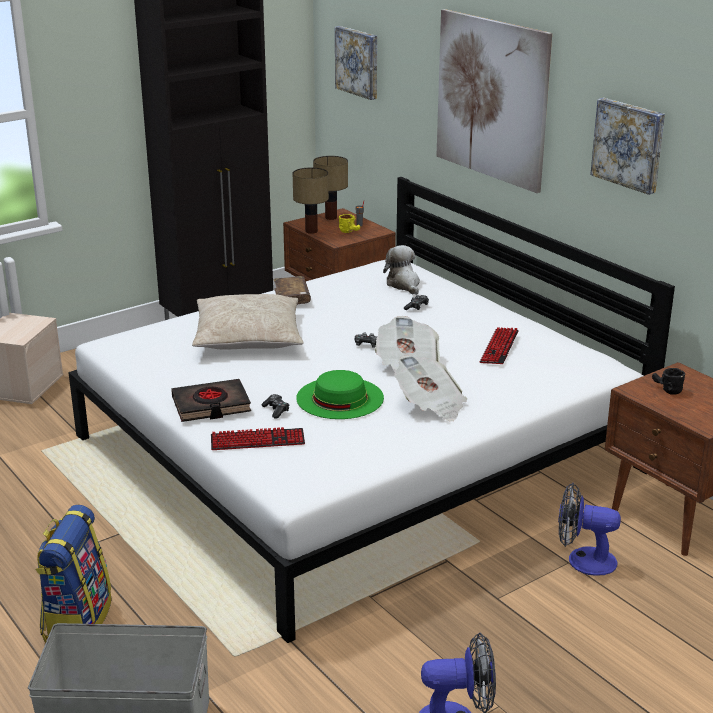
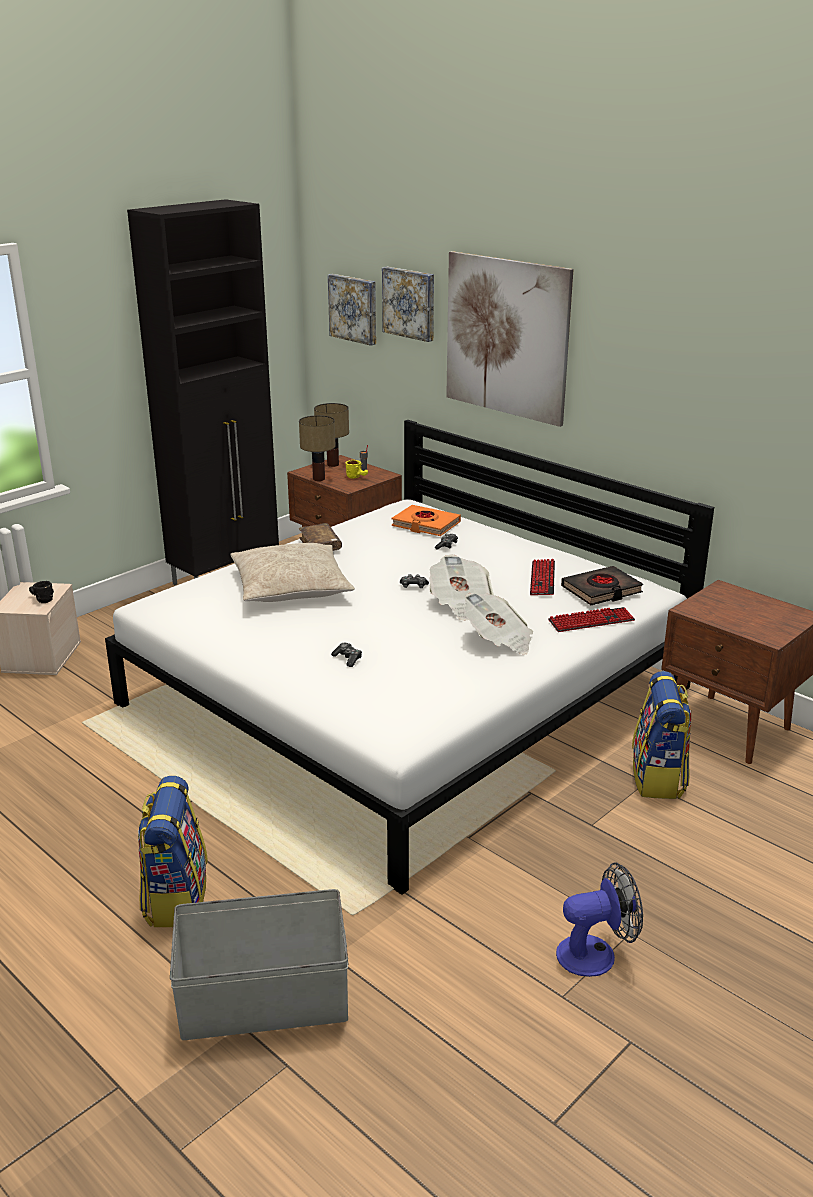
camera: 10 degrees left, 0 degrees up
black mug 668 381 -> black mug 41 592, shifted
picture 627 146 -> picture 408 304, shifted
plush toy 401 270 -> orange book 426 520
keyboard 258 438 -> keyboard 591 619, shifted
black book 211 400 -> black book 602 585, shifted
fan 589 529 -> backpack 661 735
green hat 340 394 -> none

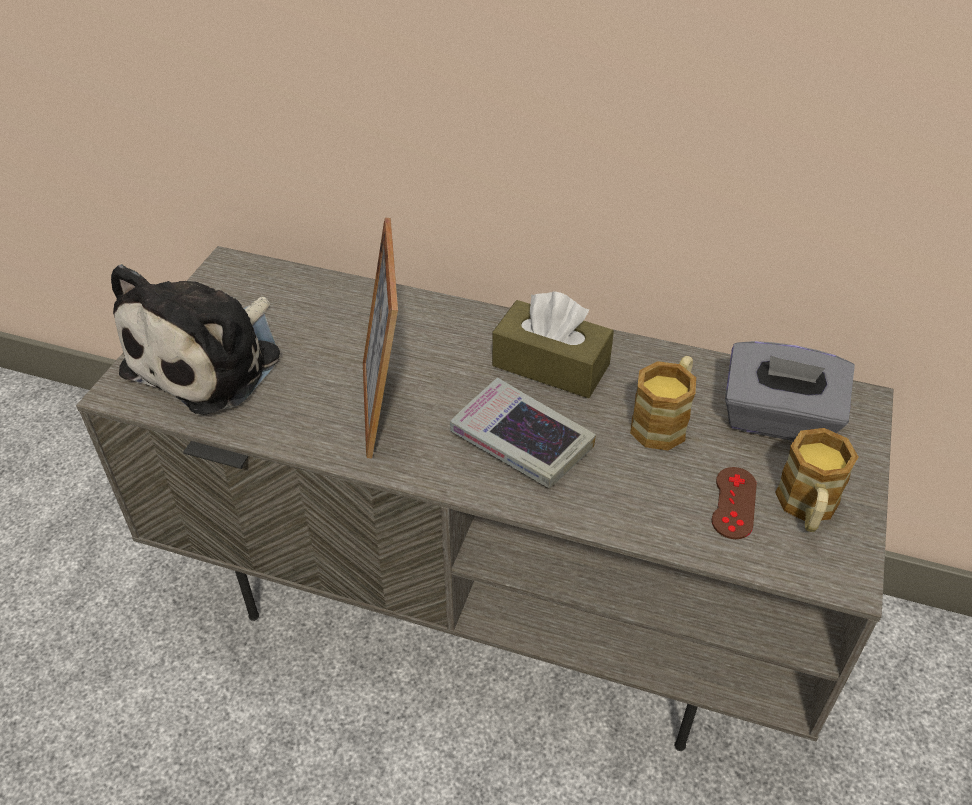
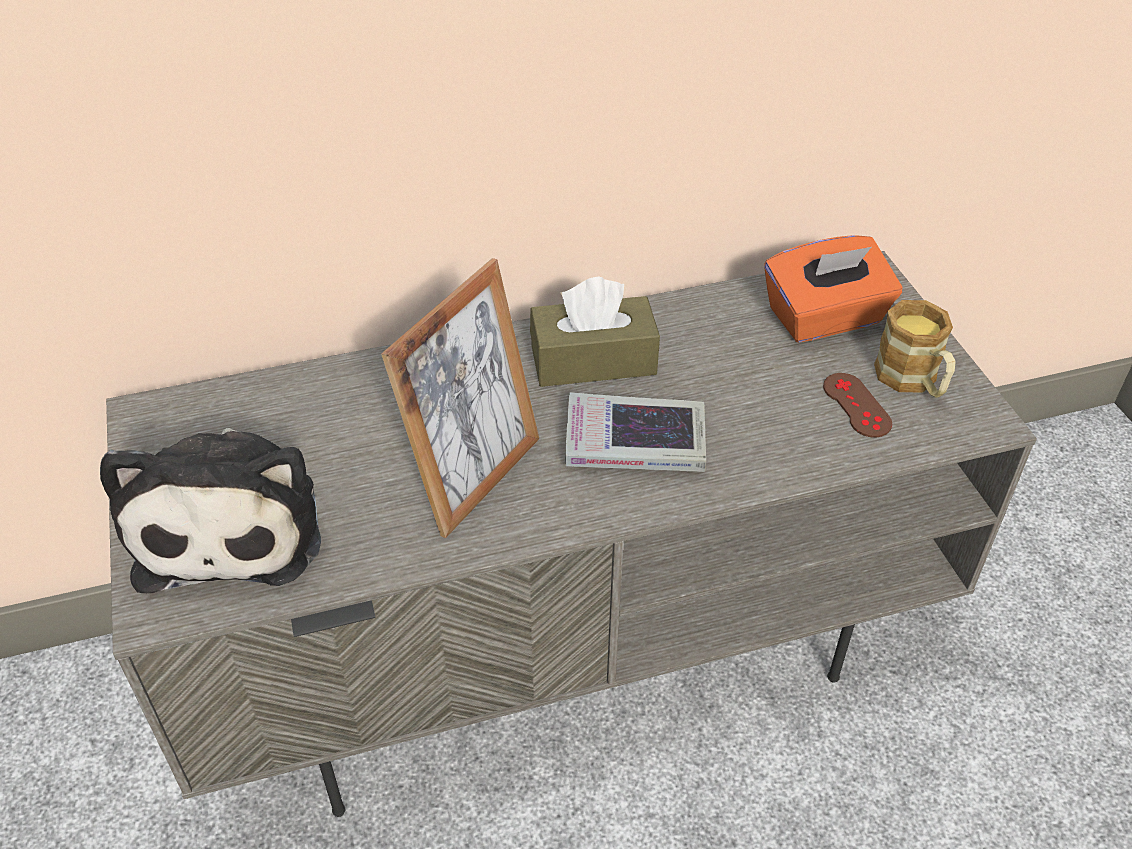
camera: 35 degrees left, 0 degrees up
picture frame 380 337 -> picture frame 460 398, 105 degrees counterclockwise
grey tissue box 790 391 -> orange tissue box 833 288
mug 663 403 -> none

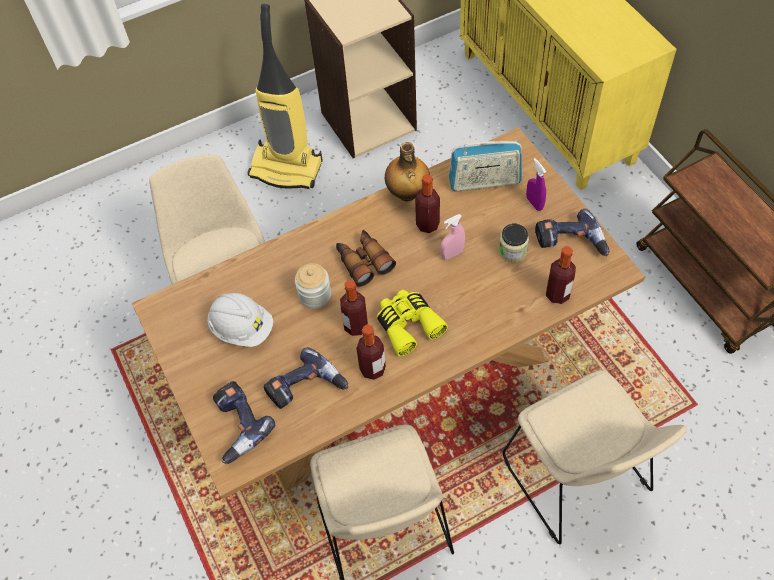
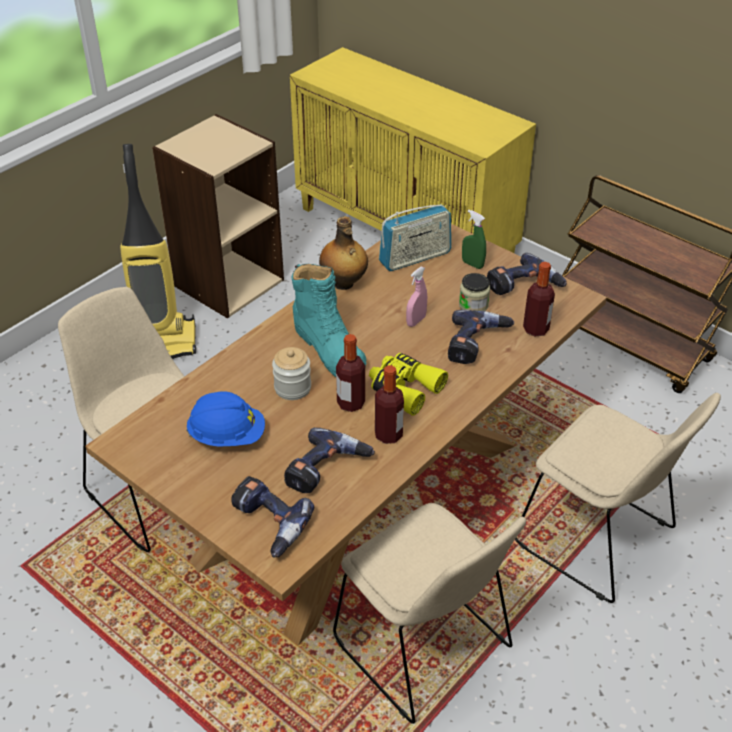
camera: 25 degrees left, 15 degrees down
white hard hat 240 320 -> blue hard hat 225 419
binoculars 366 258 -> turquoise boot 329 320
none -> power drill 481 337
purple spray bottle 536 184 -> green spray bottle 474 239
bottle 427 203 -> none

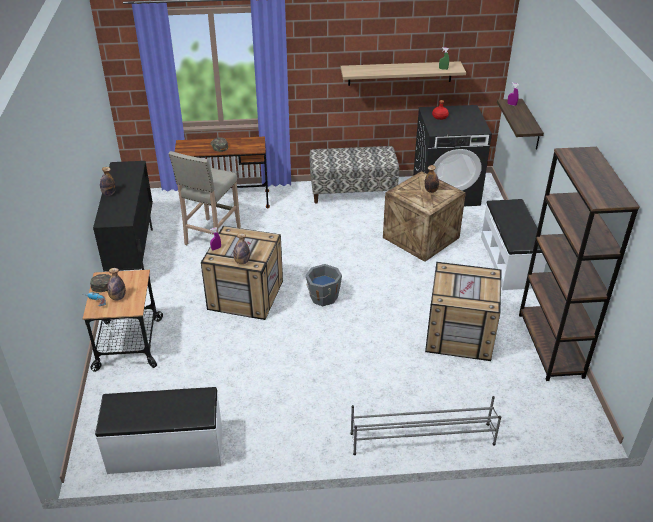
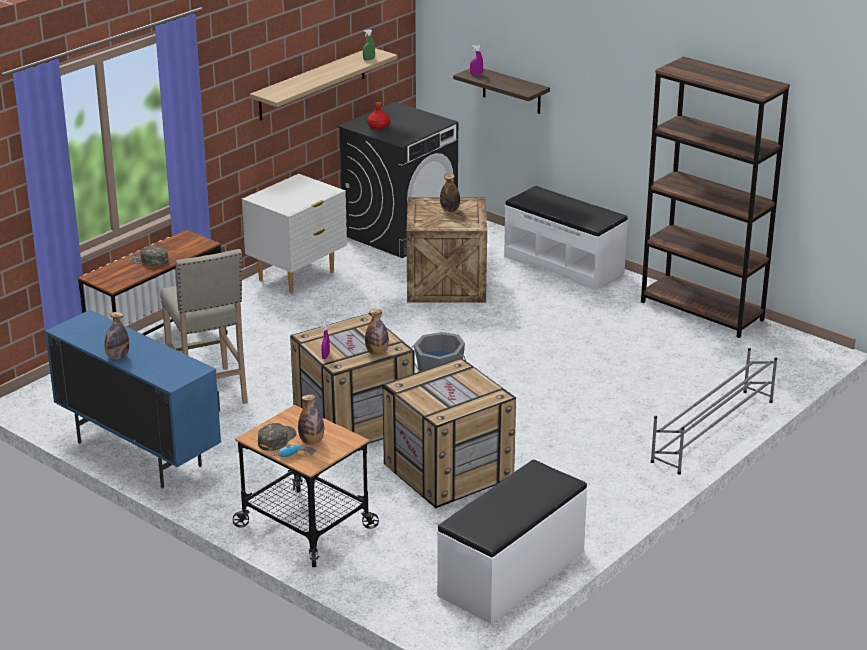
camera: 45 degrees left, 10 degrees down
black cabinet 123 216 -> blue cabinet 133 399
bench 354 175 -> white nightstand 294 234
crate 463 311 -> crate 449 433, shifted

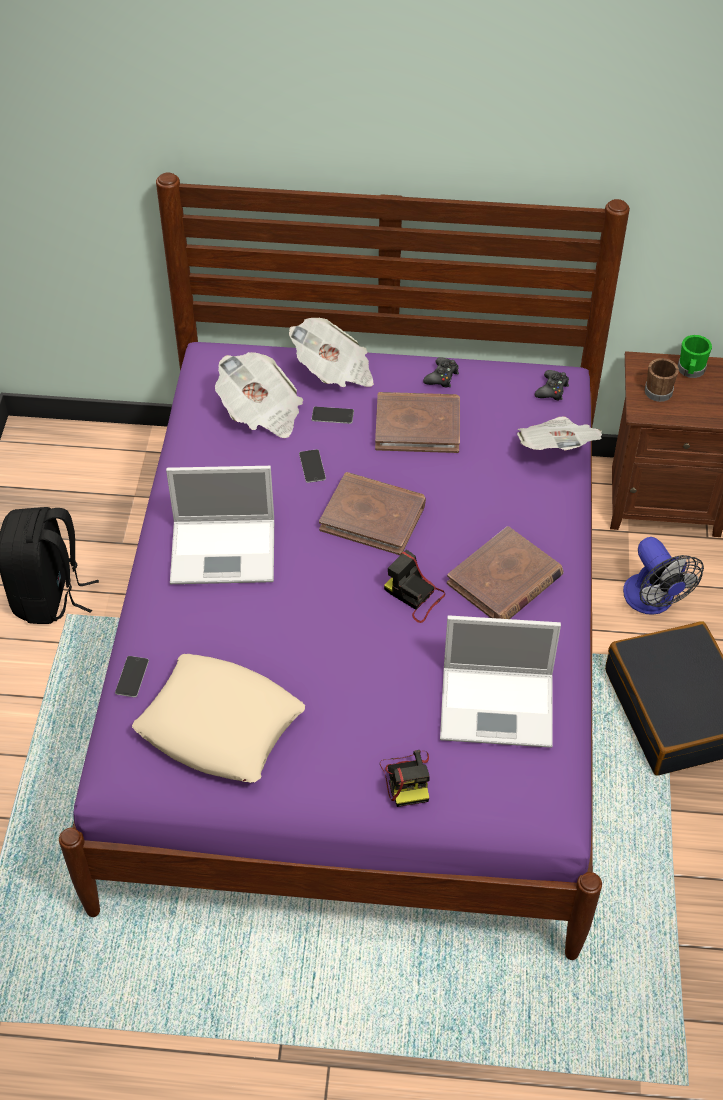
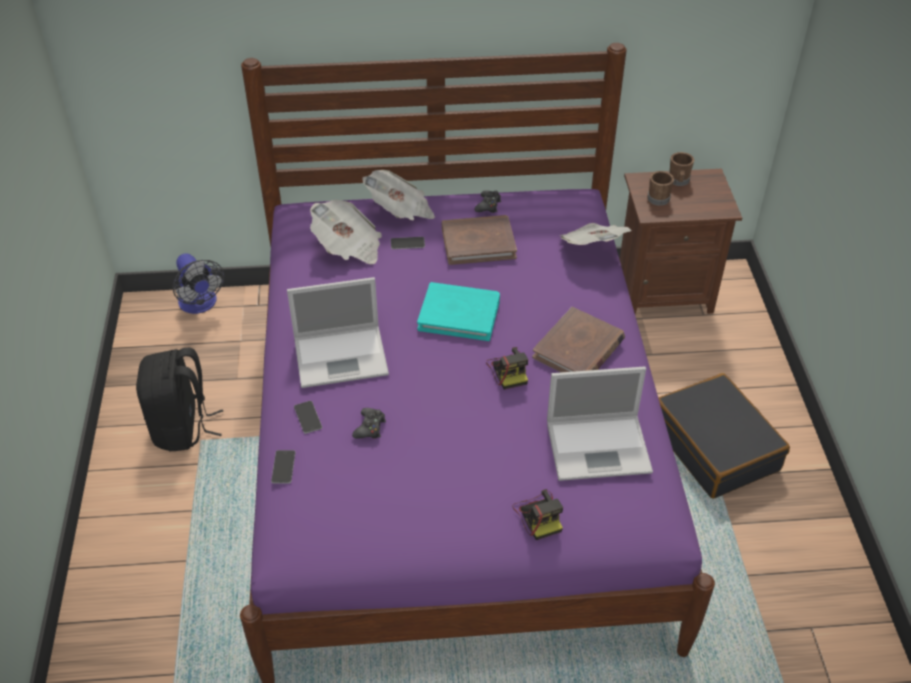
camera: 10 degrees left, 5 degrees down
fan 663 576 -> fan 198 283, shifted
phone 312 466 -> phone 308 417, shifted
black game controller 551 385 -> black game controller 369 423, shifted
brown book 372 513 -> turquoise book 458 311
photo camera 414 586 -> photo camera 507 368, 135 degrees counterclockwise
green mug 695 356 -> brown mug 681 169
beige pillow 218 718 -> none

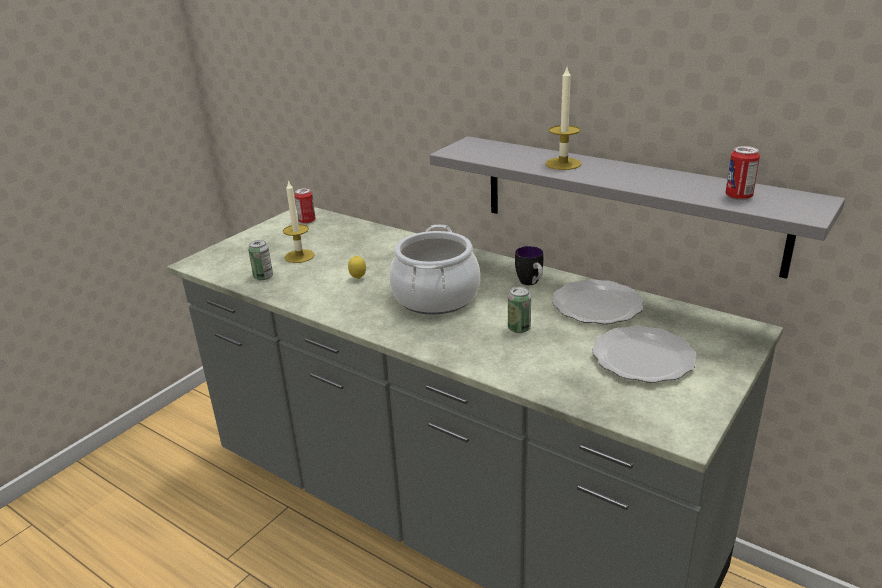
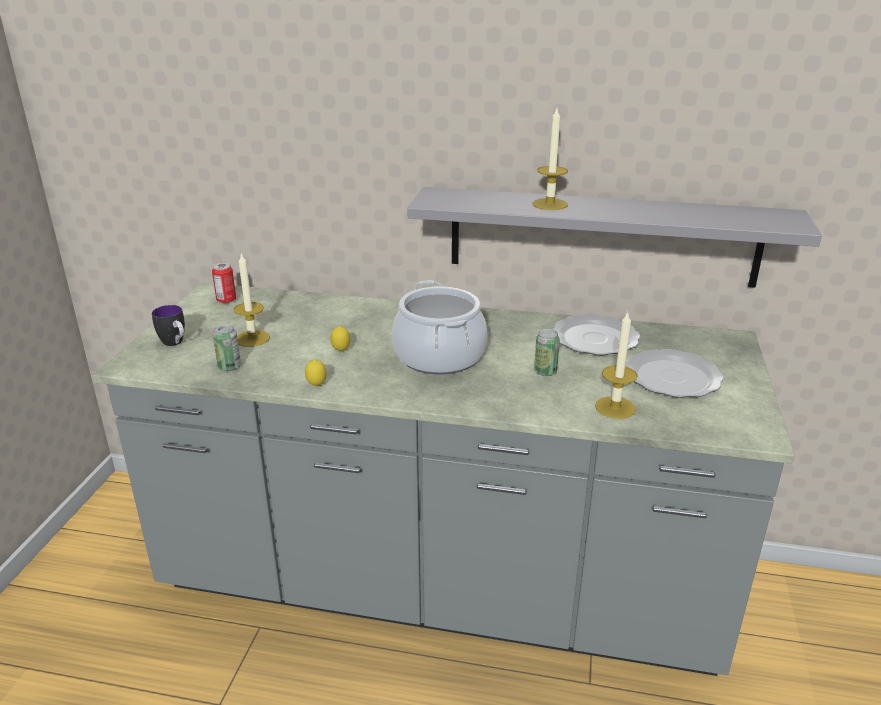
camera: 25 degrees left, 0 degrees up
mug 529 265 -> mug 168 325, shifted
none -> lemon 316 372
none -> candle 616 365
can 742 173 -> none

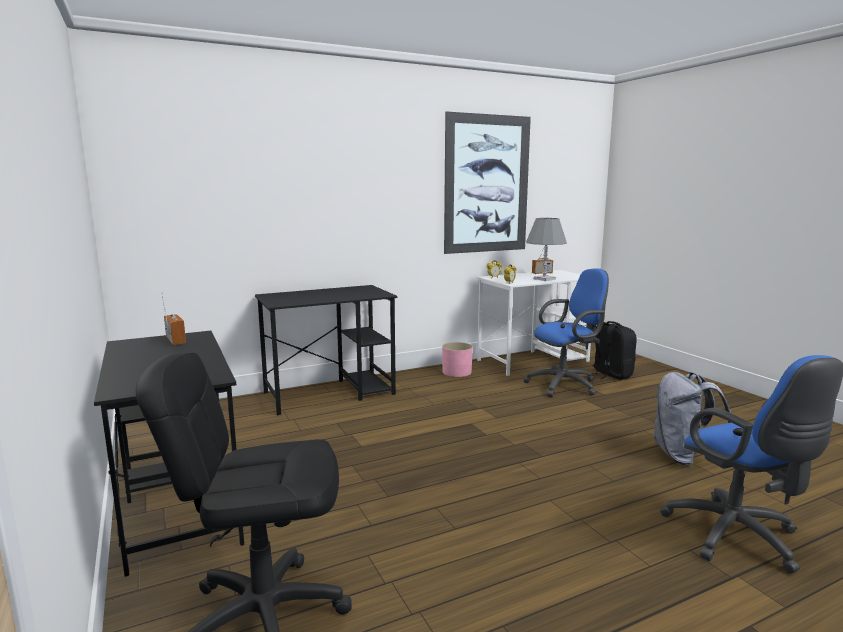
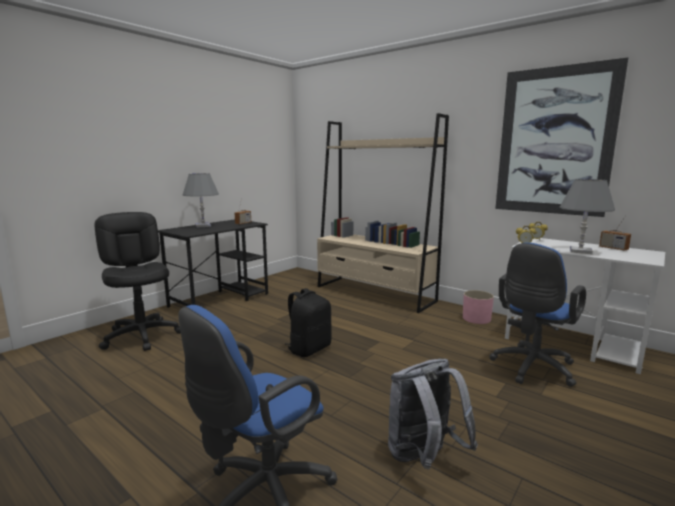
camera: 65 degrees right, 0 degrees up
none -> grey table lamp 201 200
black backpack 614 350 -> black backpack 308 322, shifted
black desk 326 350 -> beige bookcase 383 213
blue office chair 566 332 -> blue office chair 537 314, 90 degrees clockwise

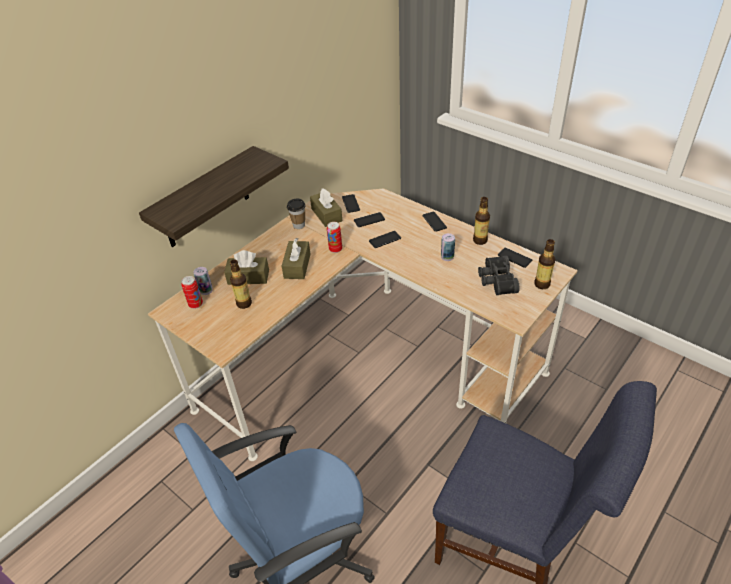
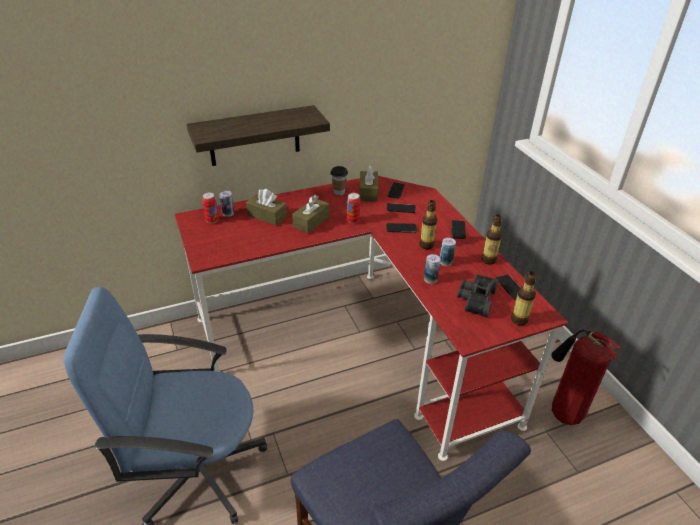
camera: 25 degrees right, 5 degrees down
beige desk 363 324 -> red desk 371 318
bottle 241 284 -> bottle 428 224, shifted
none -> can 432 269
none -> fire extinguisher 586 377

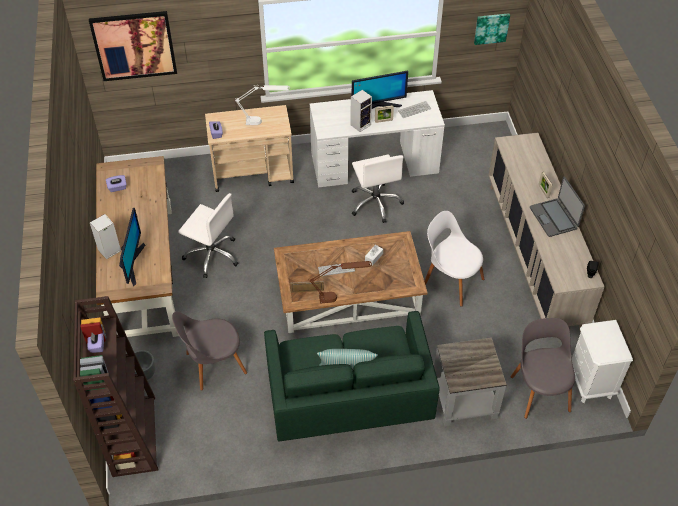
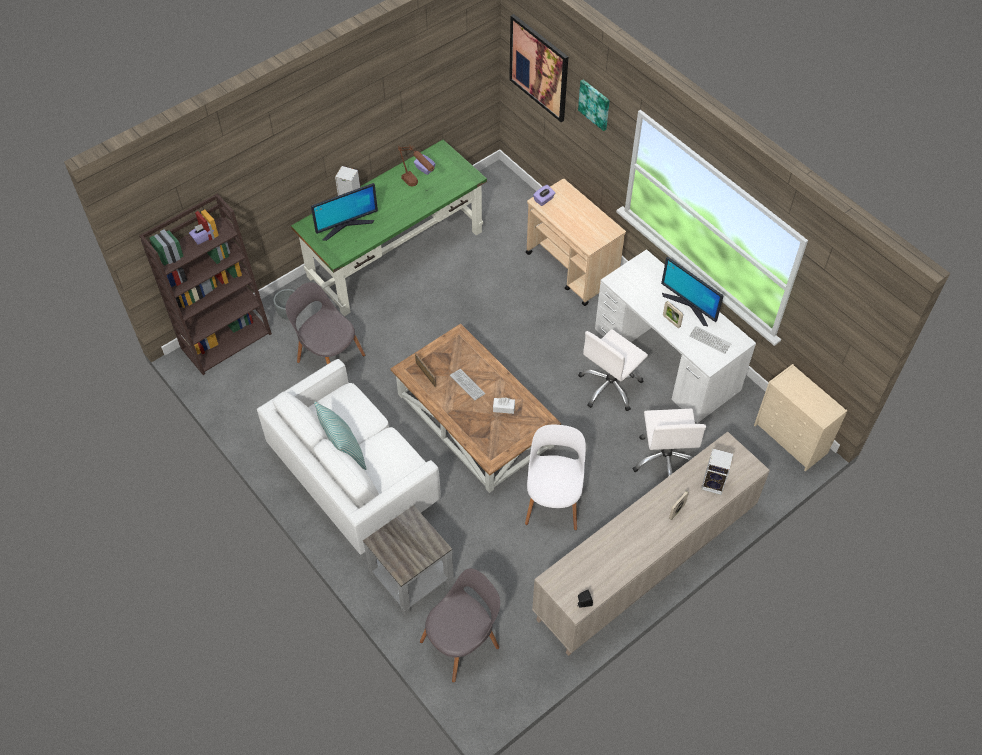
camera: 60 degrees right, 5 degrees up
green sofa 352 376 -> white sofa 349 457
brown desk 137 246 -> green desk 389 228
brown table lamp 340 282 -> brown table lamp 416 165, shifted
picture 492 29 -> picture 594 105, shifted
white office chair 208 235 -> white office chair 669 443, shifted
speaker 361 111 -> speaker 717 471, shifted
none -> beige dresser 801 417
white table lamp 262 105 -> none
laptop 557 206 -> none
white nightstand 602 361 -> none

